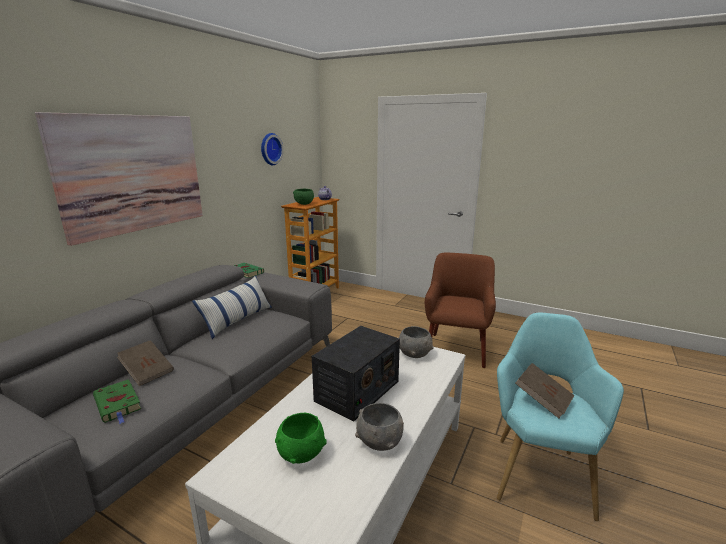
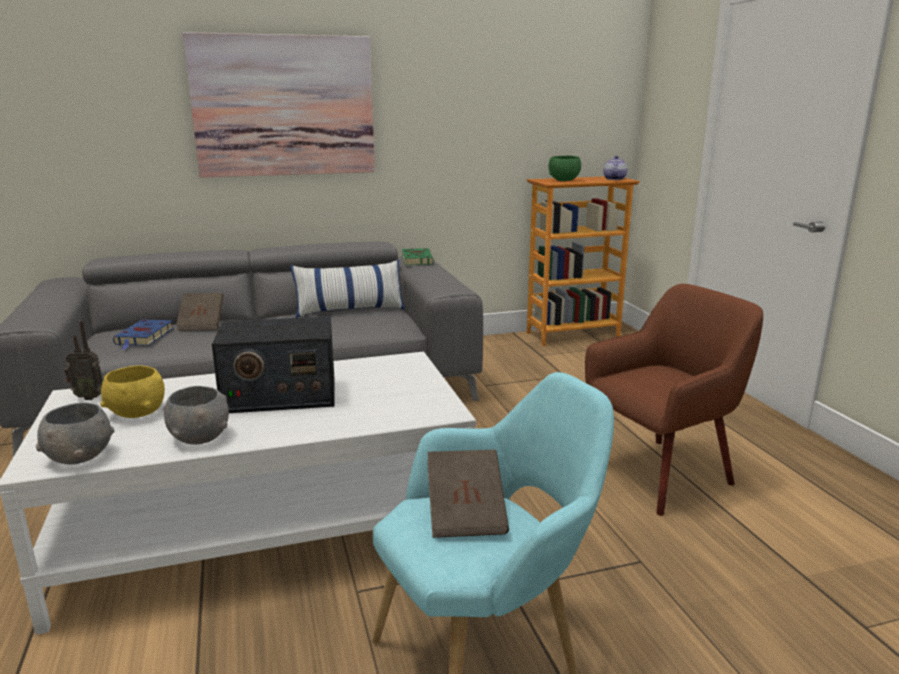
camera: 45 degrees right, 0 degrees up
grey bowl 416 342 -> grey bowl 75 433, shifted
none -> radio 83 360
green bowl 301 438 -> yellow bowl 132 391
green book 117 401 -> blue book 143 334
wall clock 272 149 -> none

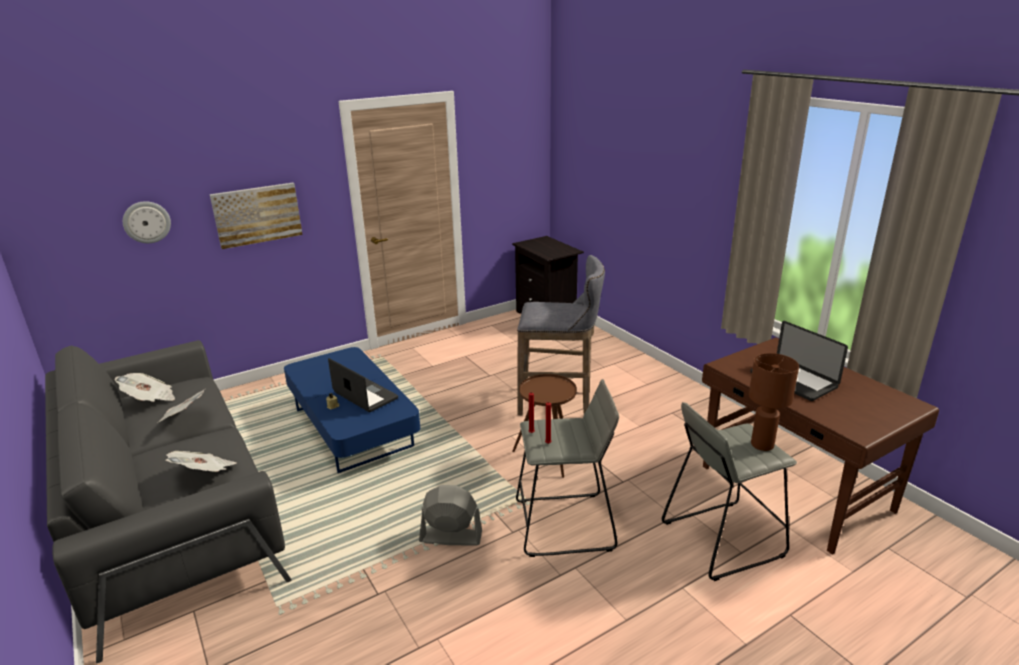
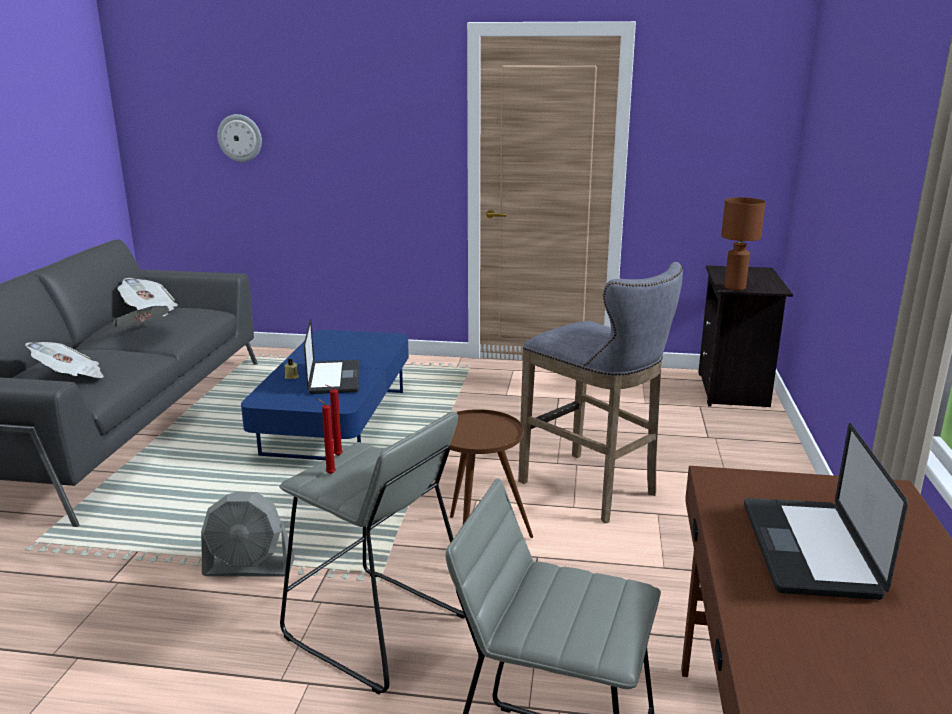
camera: 40 degrees right, 5 degrees down
grey fan 450 515 -> grey fan 248 534, 135 degrees clockwise
brown table lamp 774 402 -> brown table lamp 743 243, shifted
picture 256 216 -> none

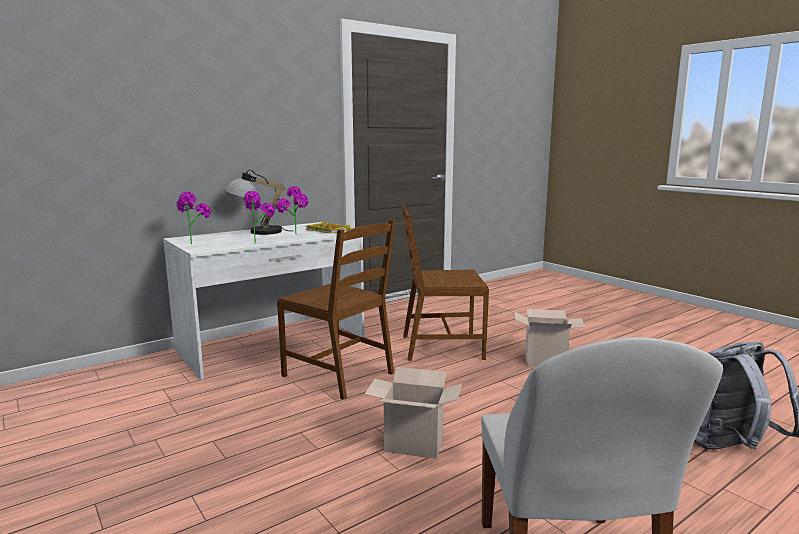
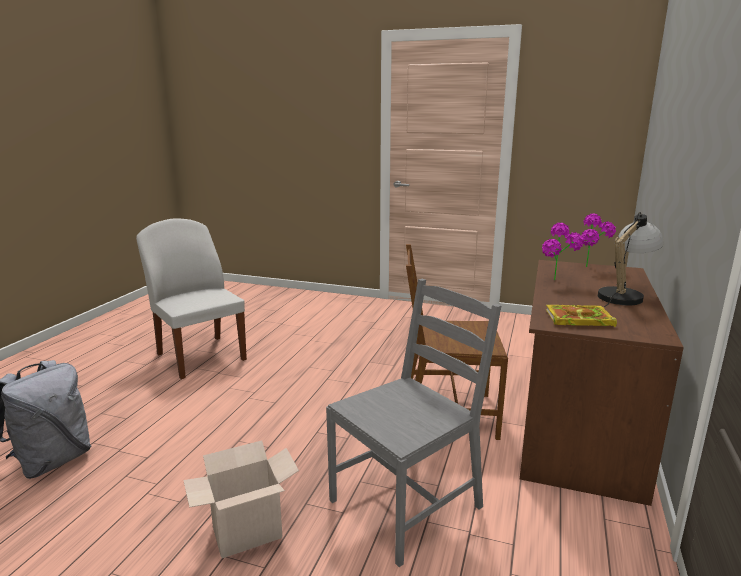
camera: 145 degrees right, 5 degrees up
brown chair 445 283 -> grey chair 414 422
white desk 263 301 -> brown desk 602 383
potted plant 292 210 -> none
cardboard box 413 413 -> none

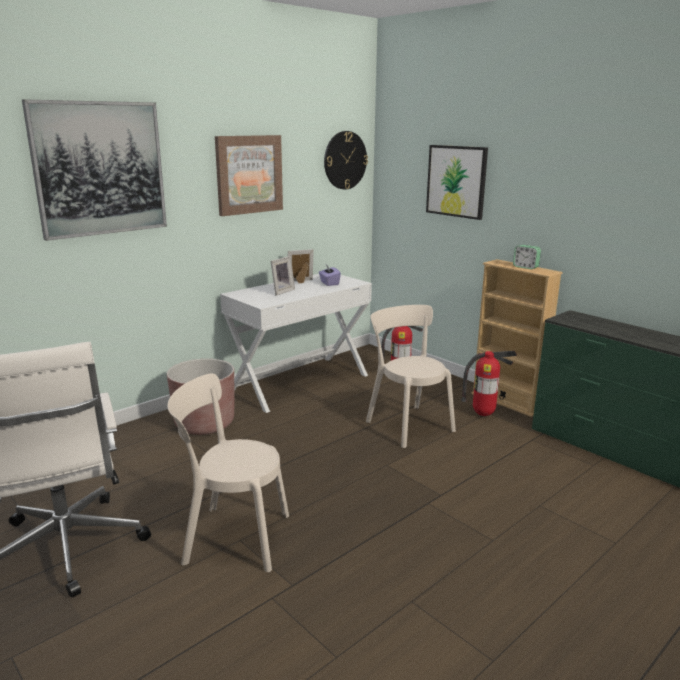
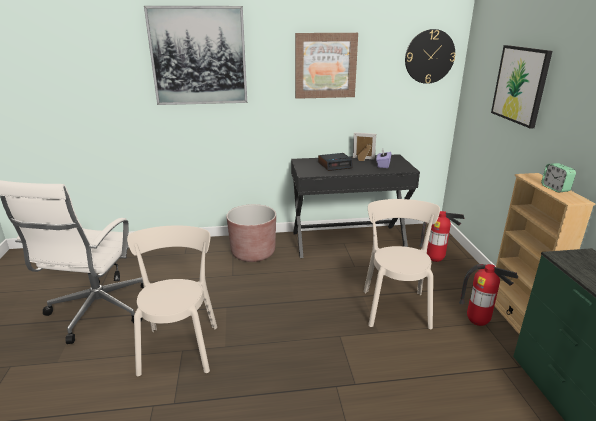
camera: 35 degrees right, 5 degrees up
beige chair 228 473 -> beige chair 172 300, 45 degrees clockwise
white desk 296 343 -> black desk 355 206
picture frame 283 275 -> alarm clock 335 162

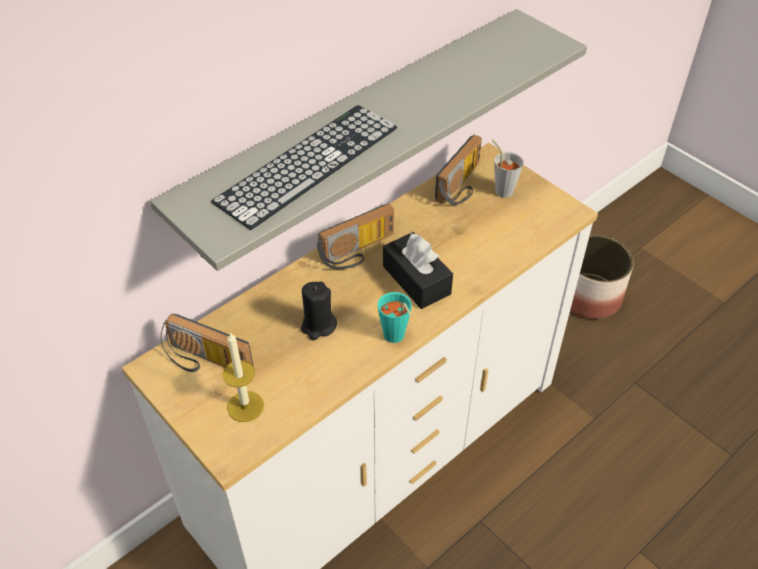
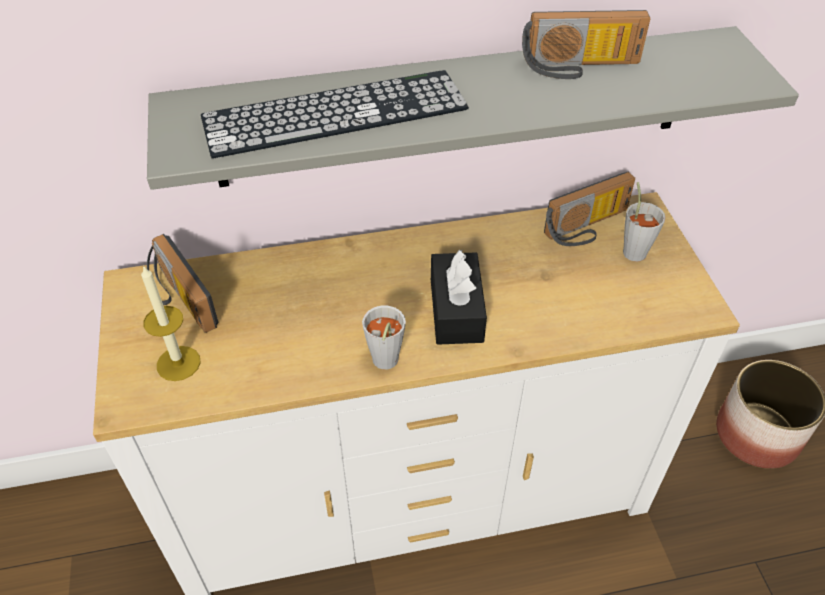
camera: 30 degrees right, 0 degrees up
turquoise cup 395 317 -> grey cup 384 338
radio 355 236 -> radio 586 44, shifted
black candle 319 311 -> none

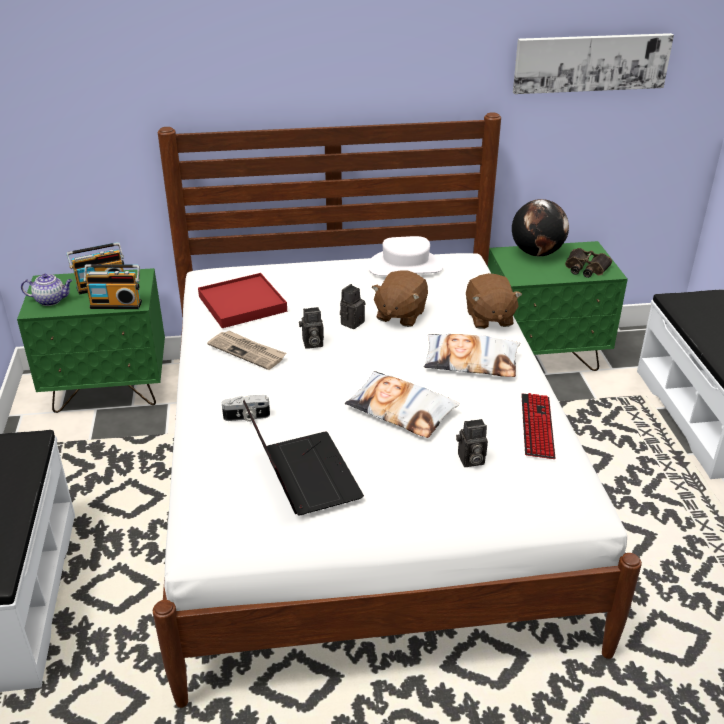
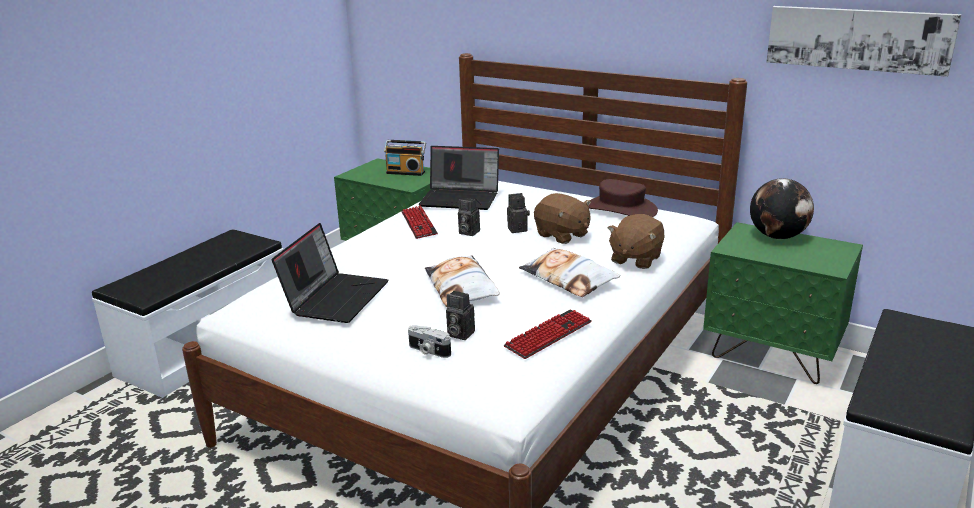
camera: 40 degrees right, 10 degrees down
newspaper 246 350 -> keyboard 420 222
photo camera 246 408 -> photo camera 429 341, shifted
red tray 242 300 -> laptop 459 178
brown plush toy 400 298 -> brown plush toy 562 218, 105 degrees counterclockwise
white hat 405 256 -> brown hat 623 198
teapot 47 290 -> none
radio 112 286 -> none
binoculars 588 263 -> none

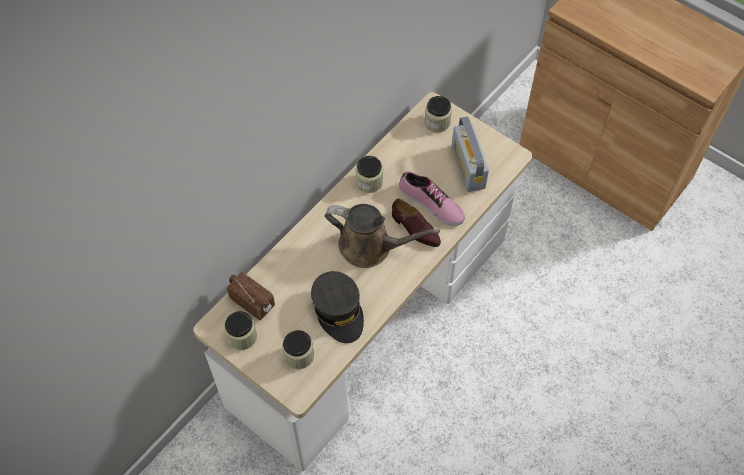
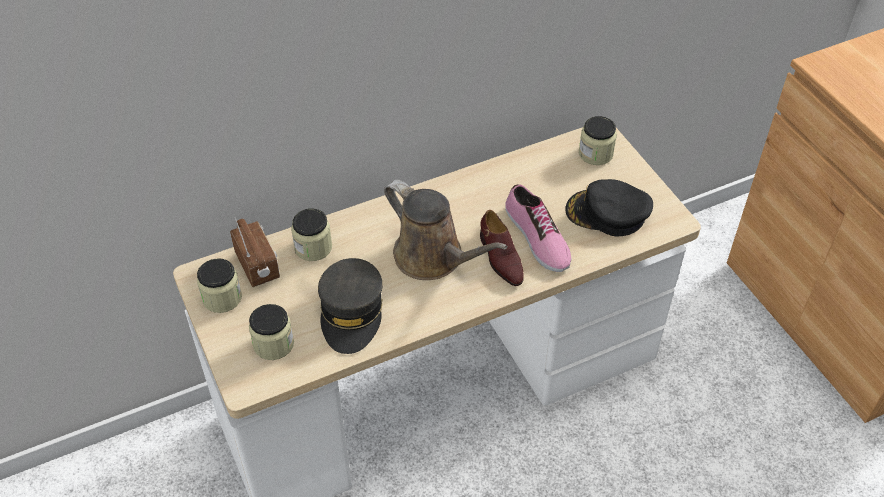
camera: 25 degrees right, 10 degrees down
jar 369 174 -> jar 311 234, shifted
radio 470 154 -> black cap 609 208

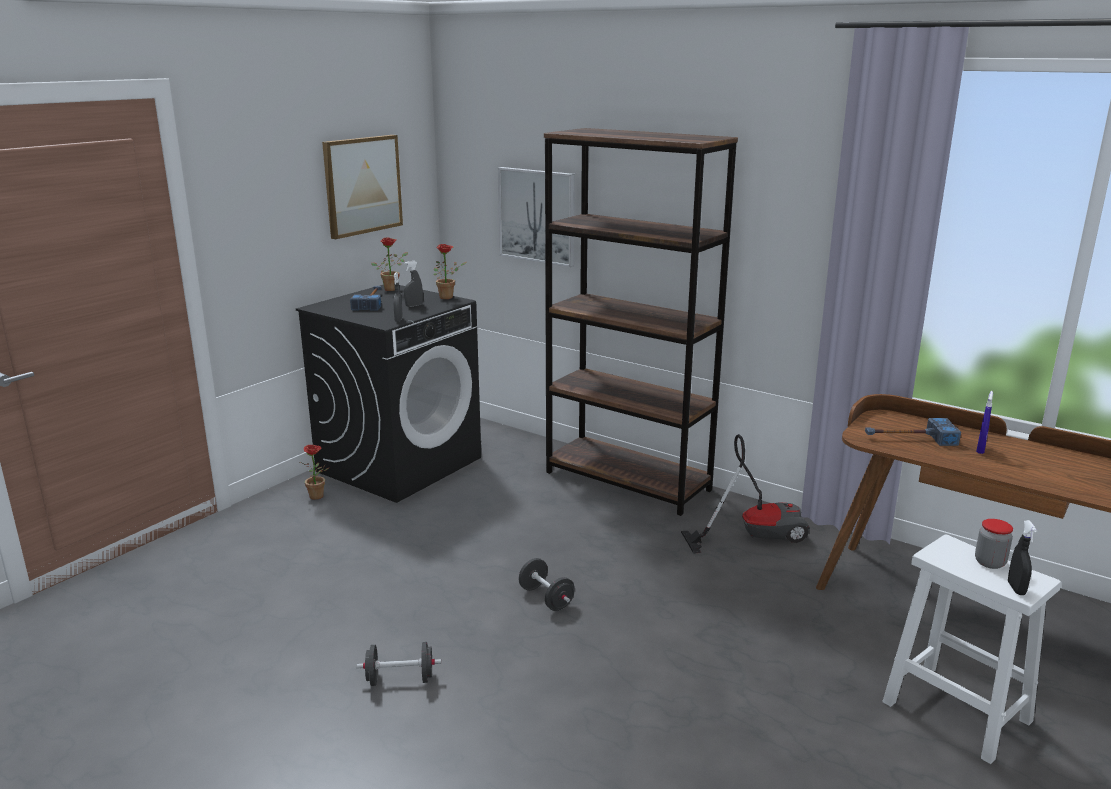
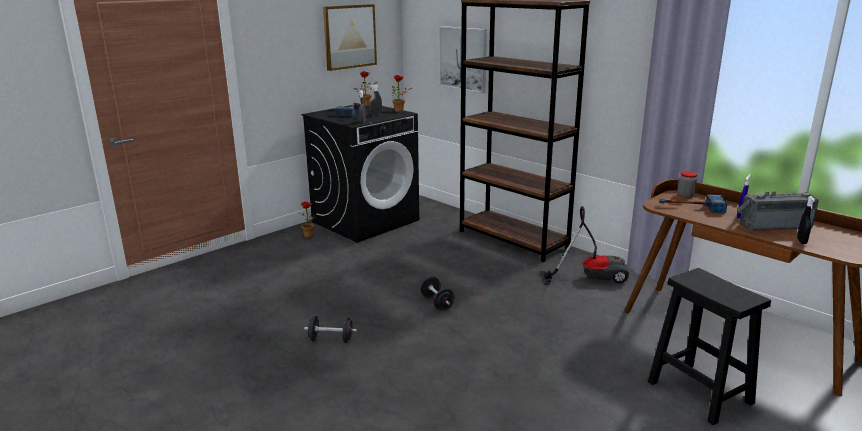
camera: 10 degrees right, 0 degrees up
white stool 971 649 -> black stool 709 346
jar 994 544 -> jar 687 184, shifted
none -> radio 778 211
black spray bottle 1022 557 -> black spray bottle 806 220, shifted

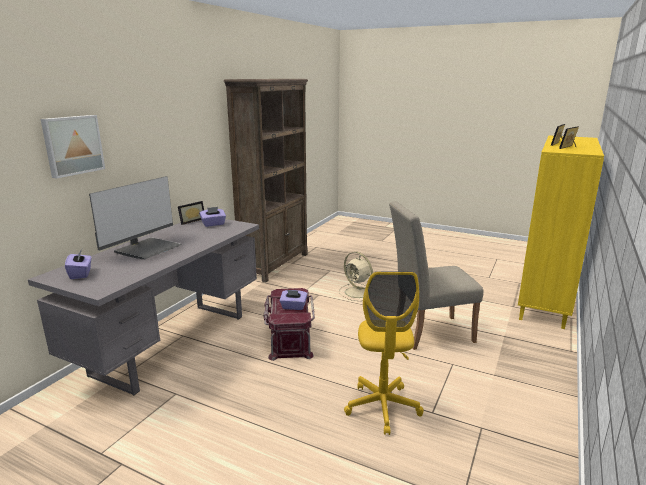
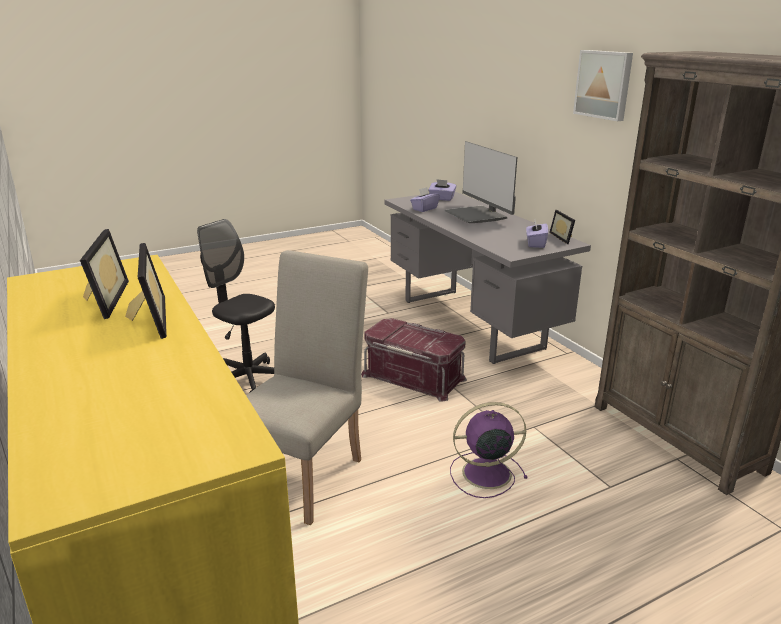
camera: 125 degrees right, 5 degrees up
yellow office chair 384 353 -> black office chair 236 306
purple tissue box 293 300 -> purple tissue box 425 199, shifted
beige fan 356 276 -> purple fan 489 450
picture 73 147 -> picture 603 85, shifted

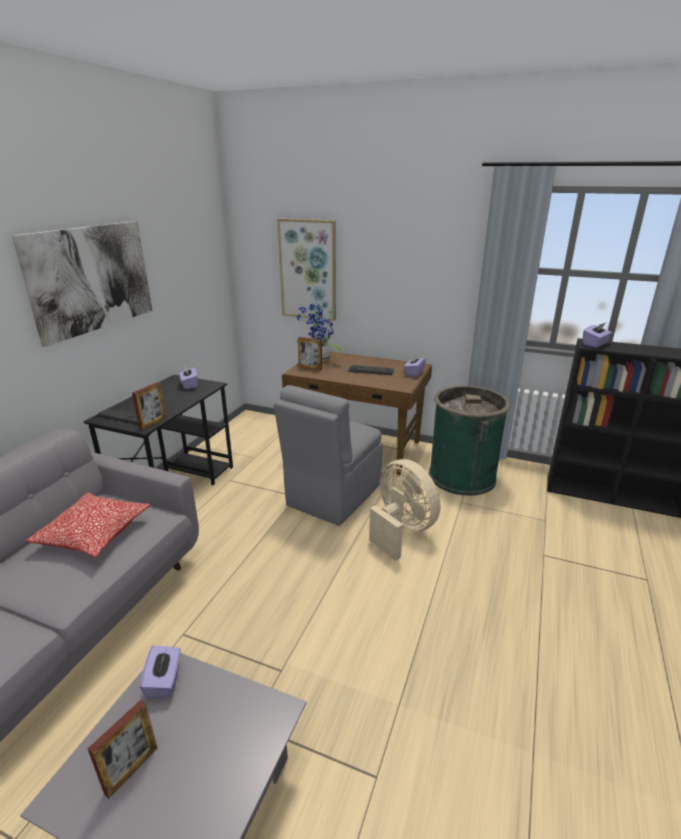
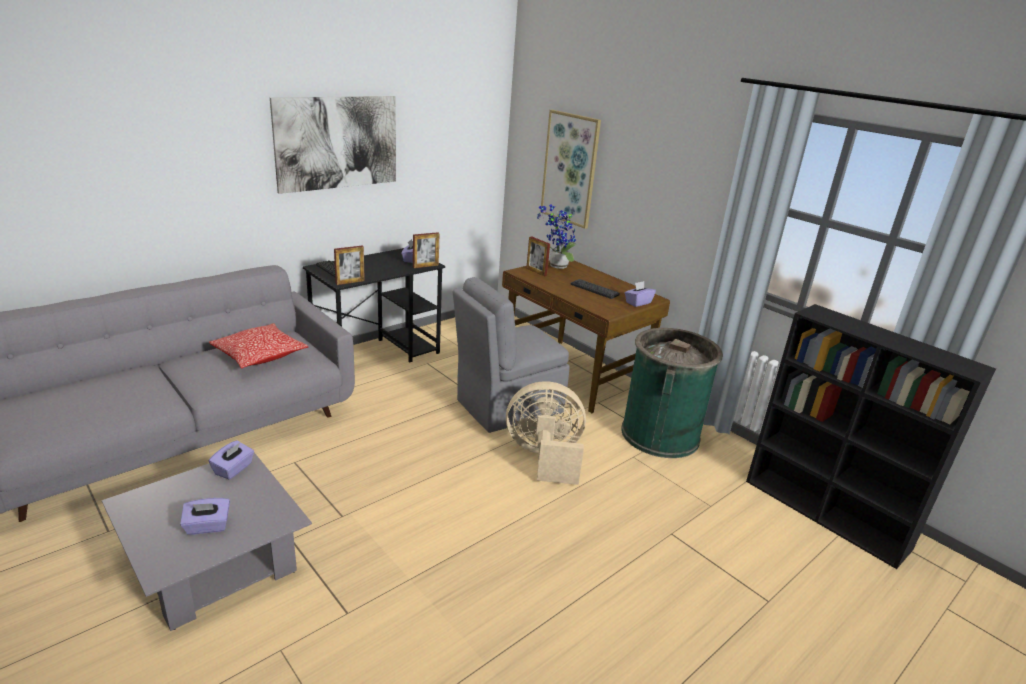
camera: 25 degrees right, 0 degrees up
purple tissue box 597 335 -> purple tissue box 205 516, shifted
picture frame 122 749 -> picture frame 426 250, shifted
beige fan 404 510 -> beige fan 546 433, 75 degrees counterclockwise

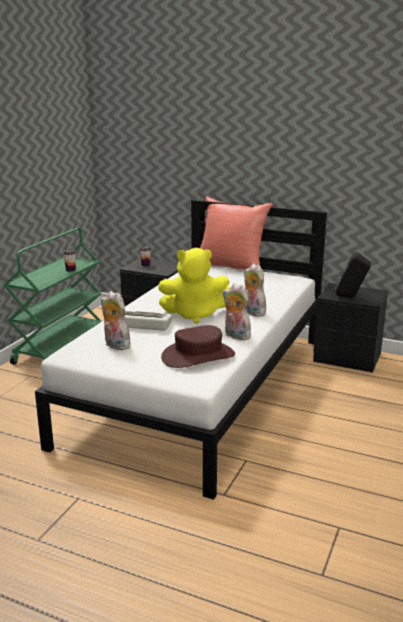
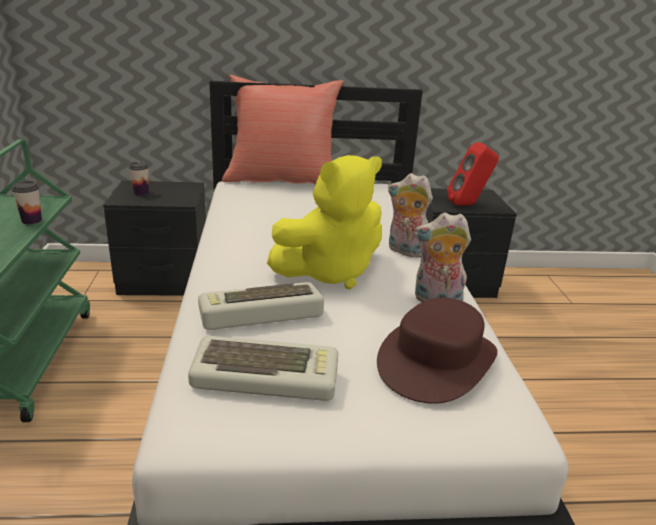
camera: 30 degrees left, 5 degrees up
plush toy 116 320 -> keyboard 263 368
black speaker 353 274 -> red speaker 473 174

